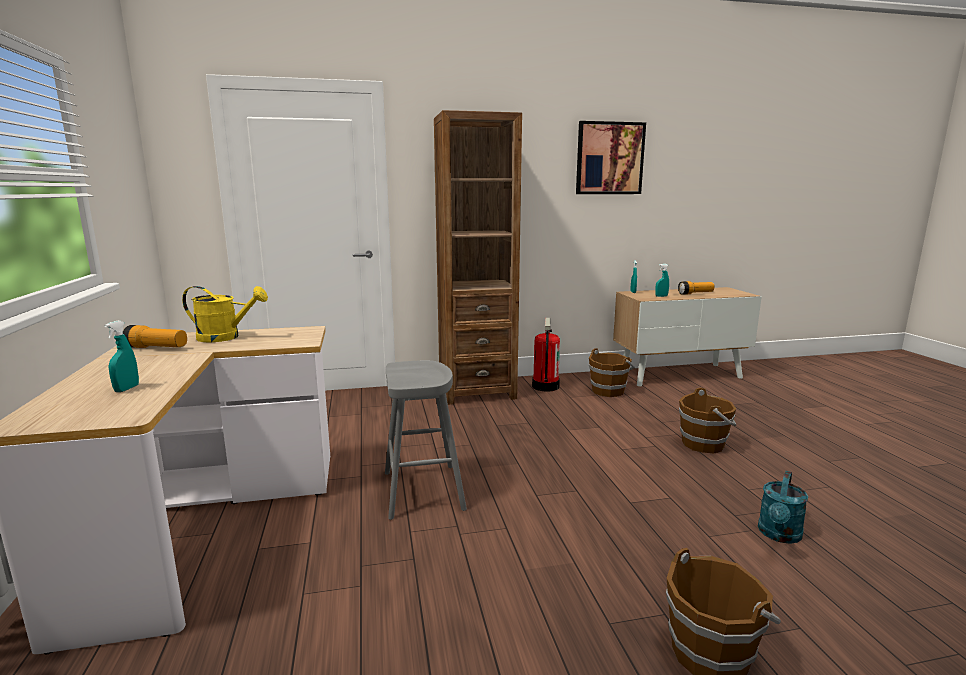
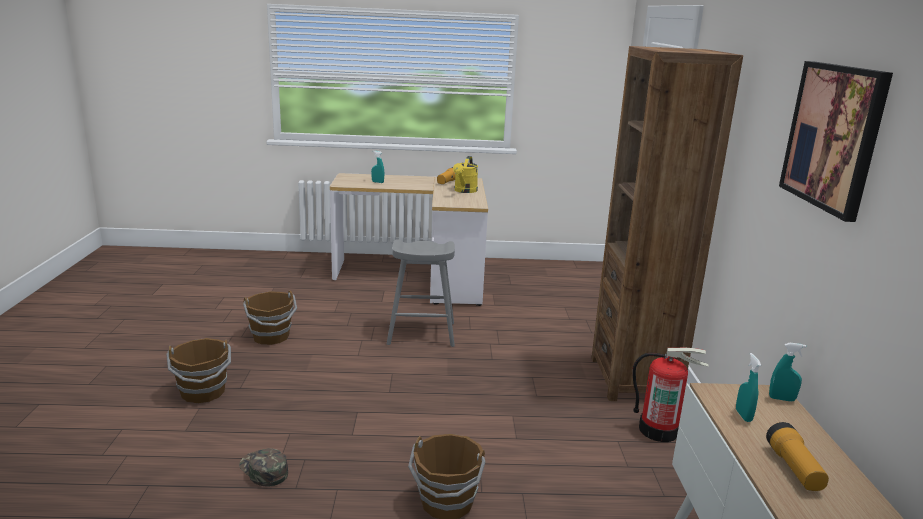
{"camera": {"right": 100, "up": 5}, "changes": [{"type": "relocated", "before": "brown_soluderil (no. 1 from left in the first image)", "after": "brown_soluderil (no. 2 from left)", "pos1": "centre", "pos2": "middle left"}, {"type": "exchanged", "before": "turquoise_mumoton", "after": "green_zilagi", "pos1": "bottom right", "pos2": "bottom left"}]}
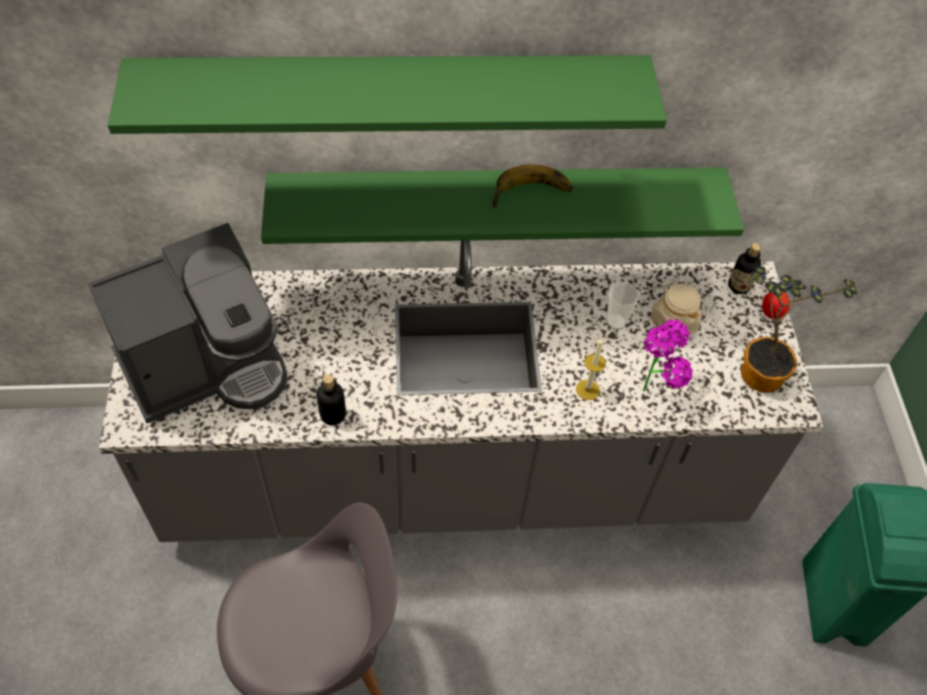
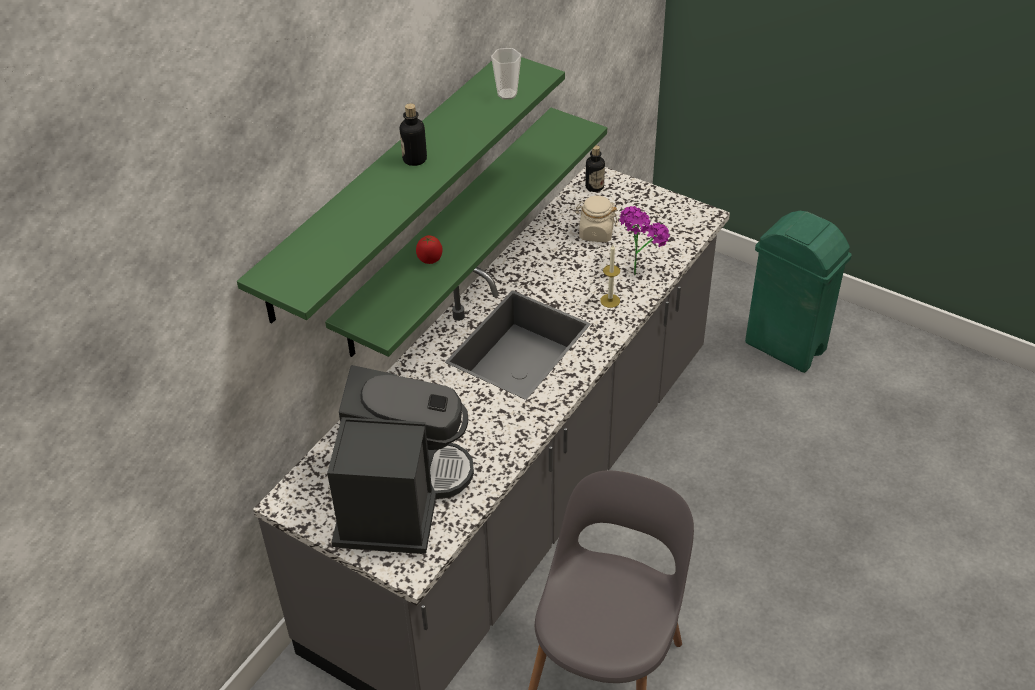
{"camera": {"right": -50, "up": -10}, "changes": [{"type": "missing", "before": "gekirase", "pos1": "top centre"}, {"type": "missing", "before": "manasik (no. 2 from left)", "pos1": "middle right"}, {"type": "relocated", "before": "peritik (no. 1 from left)", "pos1": "centre", "pos2": "top centre"}, {"type": "relocated", "before": "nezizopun", "pos1": "middle right", "pos2": "top centre"}, {"type": "relocated", "before": "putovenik", "pos1": "middle right", "pos2": "centre"}]}
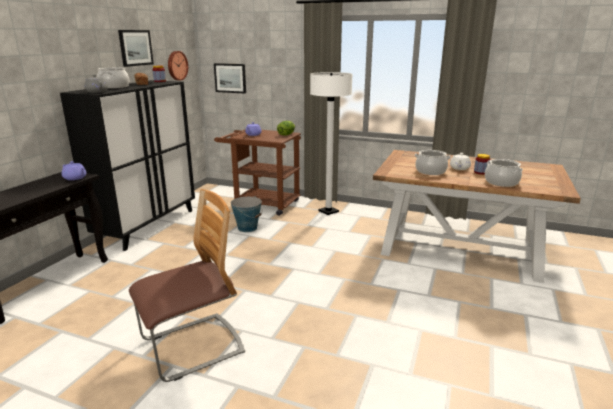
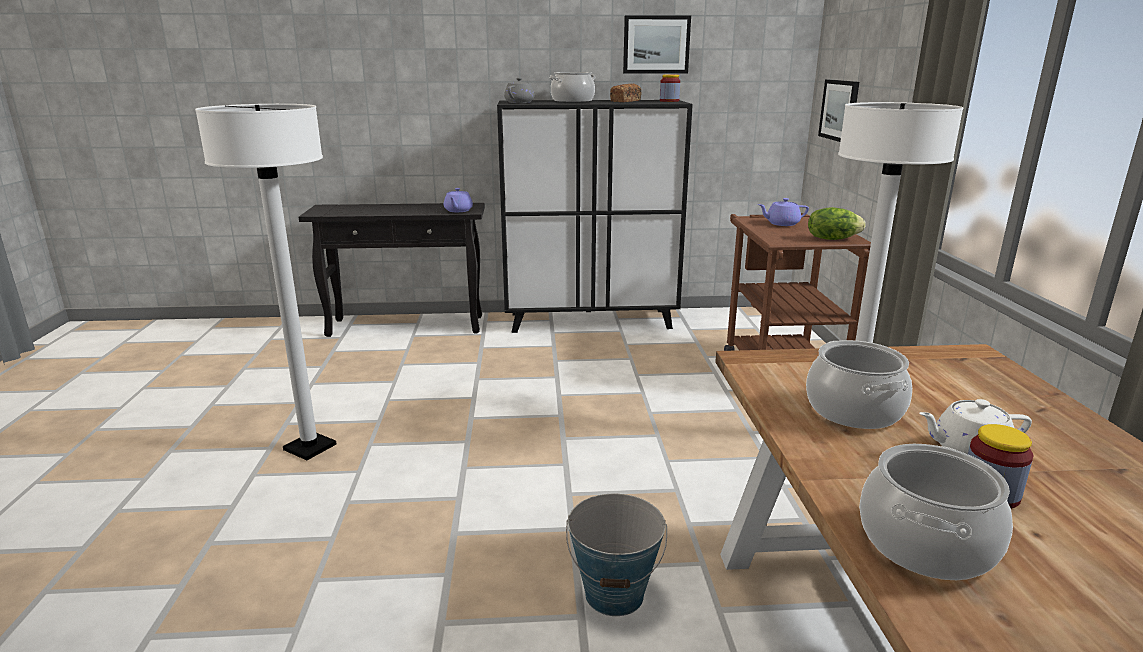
{"camera": {"right": 65, "up": 0}, "changes": [{"type": "missing", "before": "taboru", "pos1": "top left"}, {"type": "relocated", "before": "soluderil", "pos1": "centre", "pos2": "bottom centre"}, {"type": "exchanged", "before": "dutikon", "after": "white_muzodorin (no. 1 from left)", "pos1": "bottom left", "pos2": "middle left"}]}
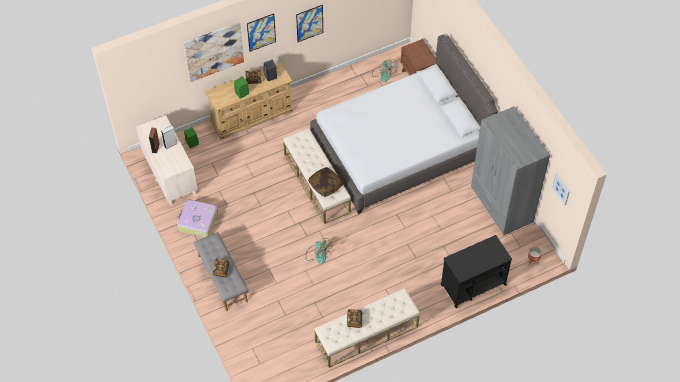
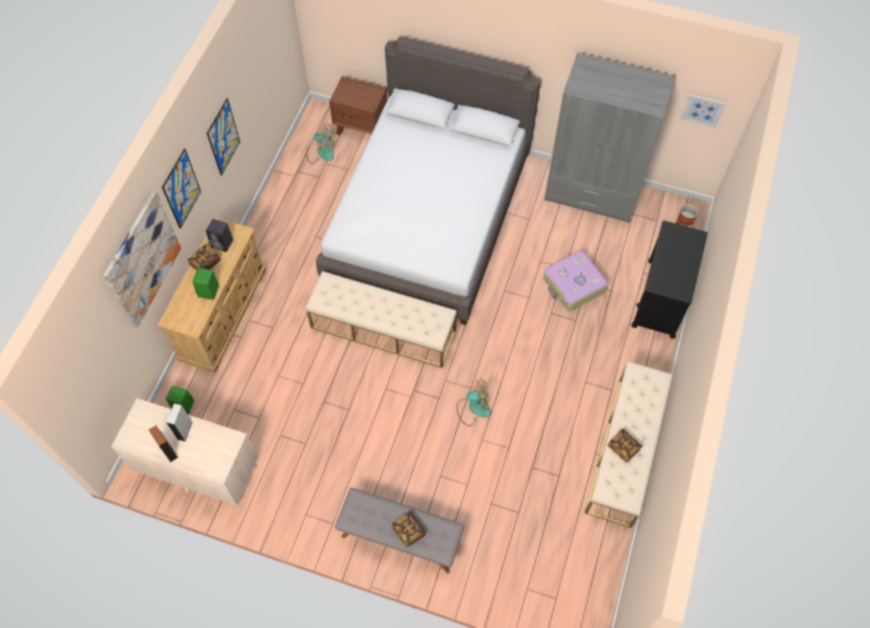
{"camera": {"right": -45, "up": 5}, "changes": [{"type": "missing", "before": "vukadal", "pos1": "centre"}, {"type": "relocated", "before": "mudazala", "pos1": "middle left", "pos2": "centre"}]}
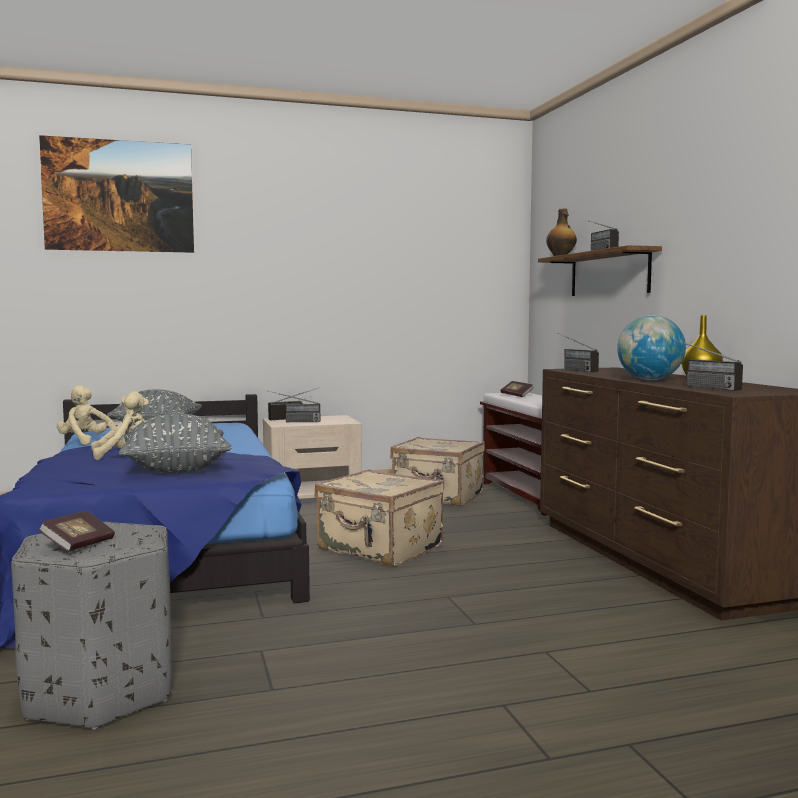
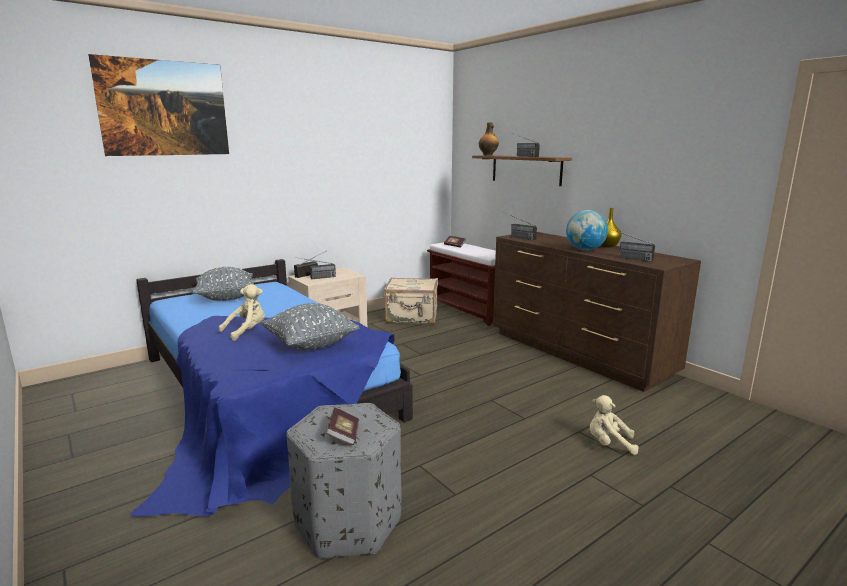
{"camera": {"right": -20, "up": 10}, "changes": [{"type": "missing", "before": "beige_mudazala (no. 1 from left)", "pos1": "centre"}, {"type": "relocated", "before": "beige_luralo (no. 1 from left in the first image)", "after": "beige_luralo (no. 2 from left)", "pos1": "middle left", "pos2": "bottom right"}]}
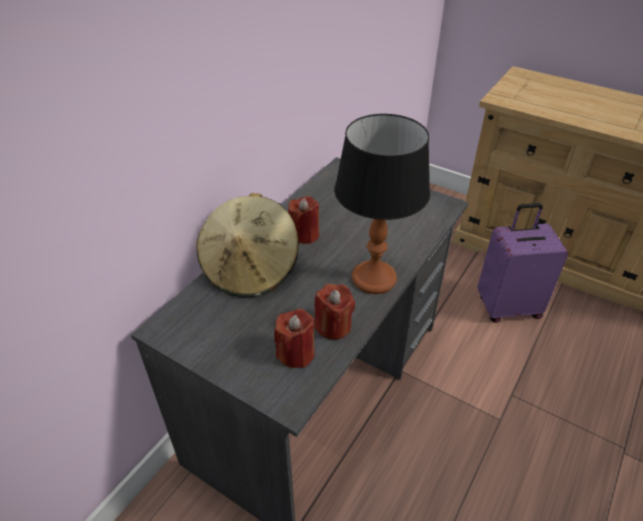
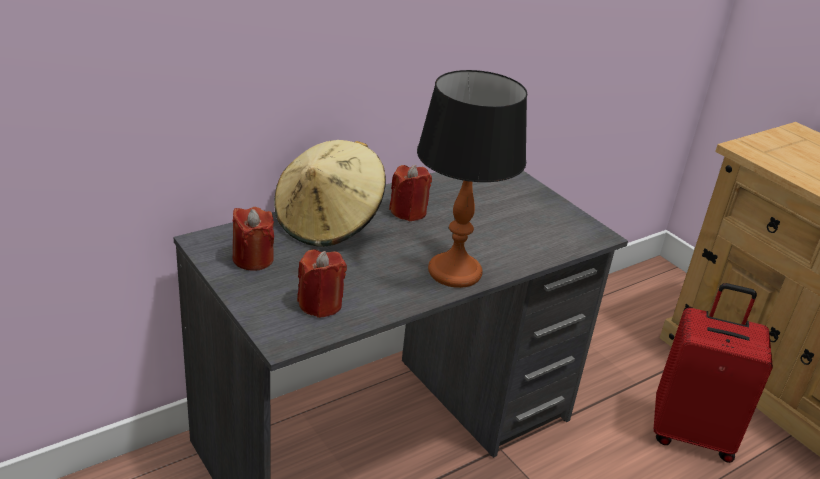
{"camera": {"right": 20, "up": -10}, "changes": [{"type": "relocated", "before": "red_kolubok (no. 3 from left in the first image)", "after": "red_kolubok (no. 1 from left)", "pos1": "centre", "pos2": "middle left"}, {"type": "colour", "before": "purple_mudazala", "after": "red_mudazala", "pos1": "middle right", "pos2": "bottom right"}]}
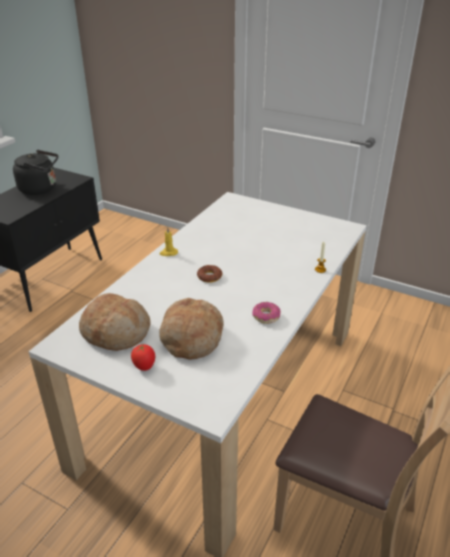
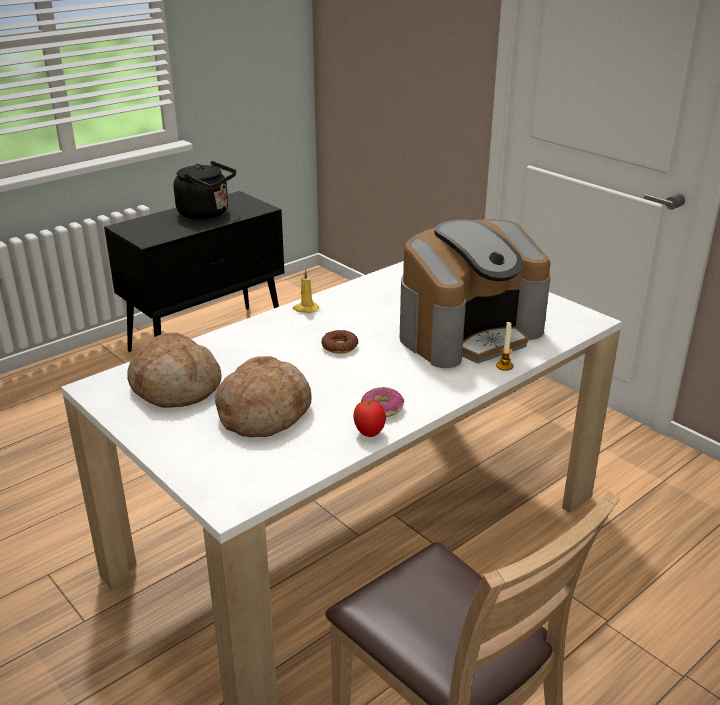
{"camera": {"right": 20, "up": -5}, "changes": [{"type": "appeared", "after": "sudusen", "pos2": "centre"}, {"type": "relocated", "before": "putovenik", "pos1": "middle left", "pos2": "centre"}]}
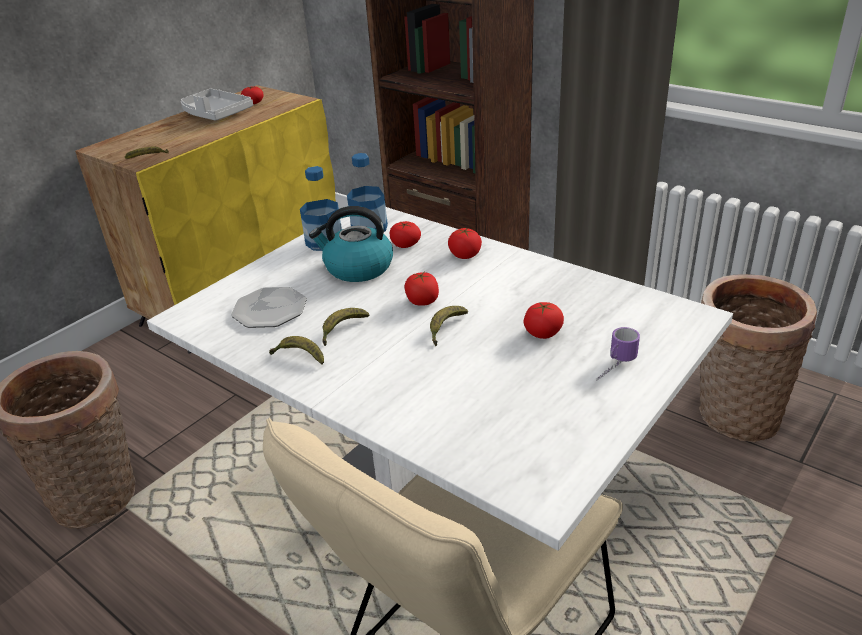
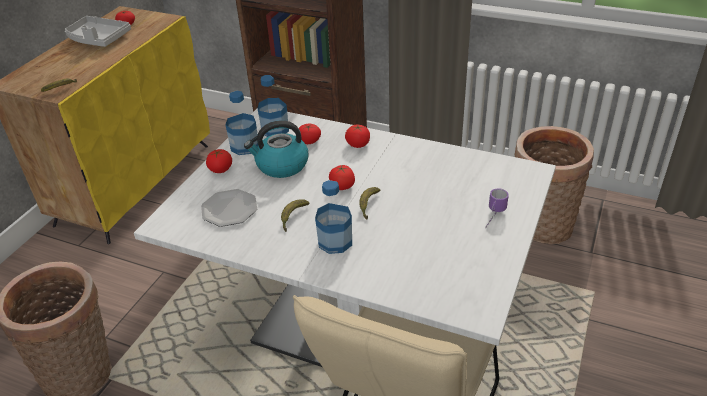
{"camera": {"right": -15, "up": 5}, "changes": [{"type": "missing", "before": "gekirase (no. 2 from left)", "pos1": "centre"}, {"type": "appeared", "after": "peritik (no. 3 from left)", "pos2": "centre"}, {"type": "relocated", "before": "putovenik (no. 5 from left in the first image)", "after": "putovenik (no. 2 from left)", "pos1": "centre", "pos2": "middle left"}]}
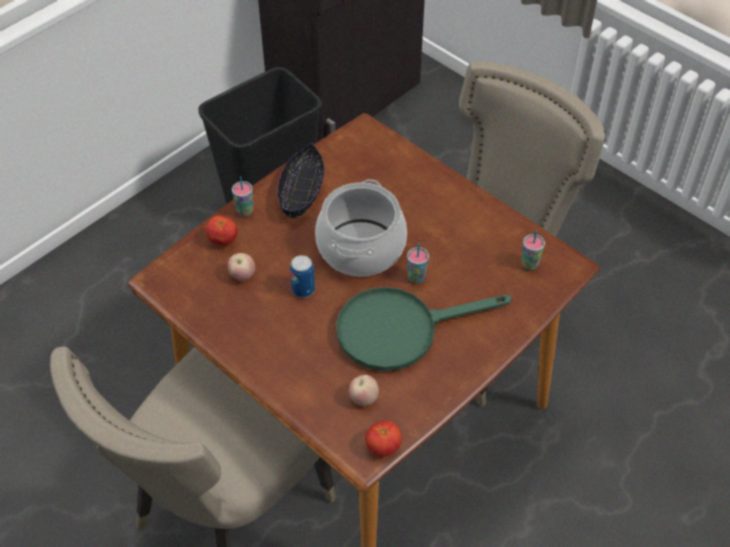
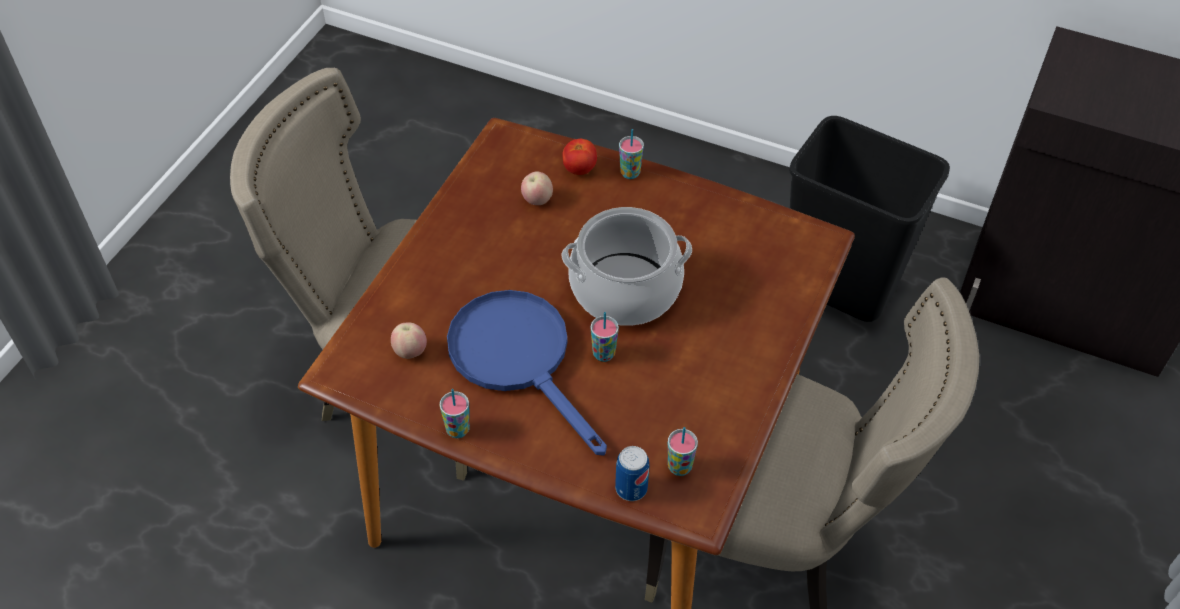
{"camera": {"right": 70, "up": 0}, "changes": [{"type": "missing", "before": "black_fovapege", "pos1": "top centre"}, {"type": "missing", "before": "putovenik (no. 2 from left)", "pos1": "bottom centre"}, {"type": "appeared", "after": "nezizopun (no. 1 from left)", "pos2": "bottom centre"}, {"type": "relocated", "before": "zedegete", "pos1": "centre", "pos2": "bottom centre"}, {"type": "colour", "before": "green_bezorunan", "after": "blue_bezorunan", "pos1": "centre", "pos2": "centre"}]}
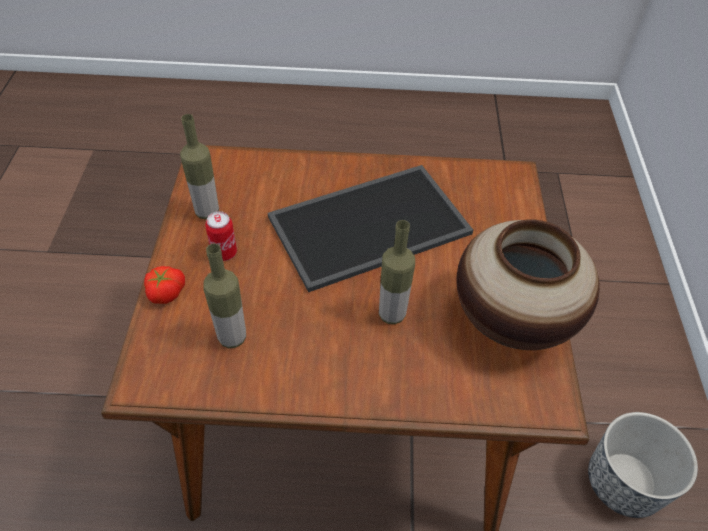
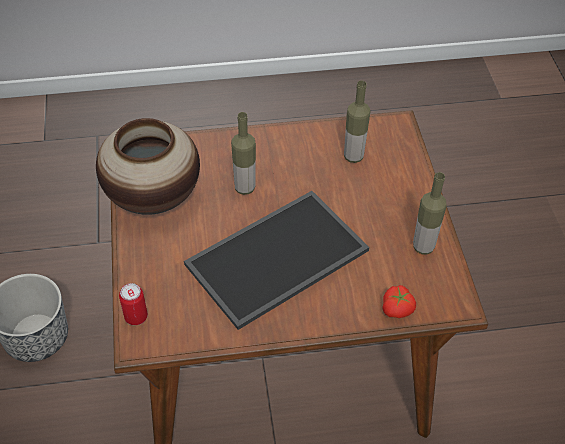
{"camera": {"right": 170, "up": 0}, "changes": [{"type": "relocated", "before": "putovenik", "pos1": "middle left", "pos2": "bottom right"}, {"type": "relocated", "before": "zedegete", "pos1": "middle left", "pos2": "bottom left"}]}
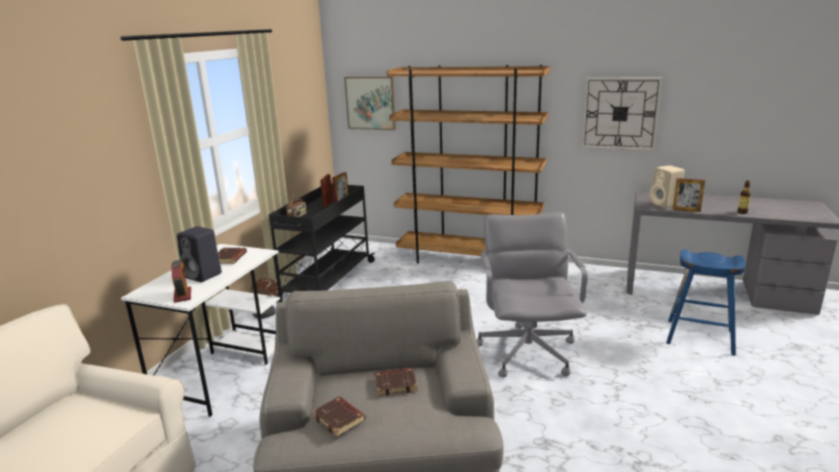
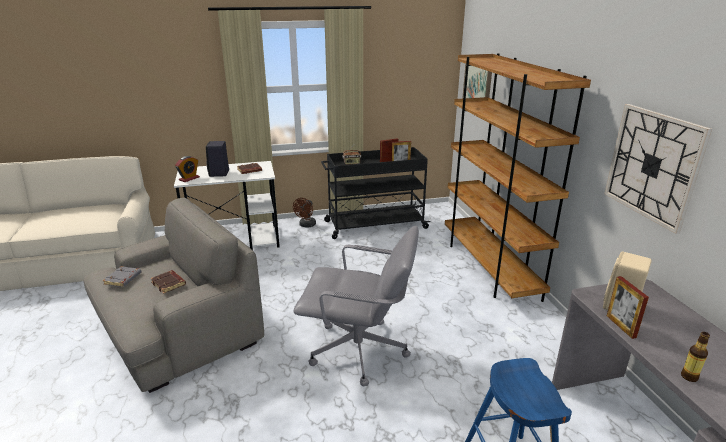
{"camera": {"right": 55, "up": 5}, "changes": [{"type": "colour", "before": "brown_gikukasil (no. 2 from left)", "after": "grey_gikukasil", "pos1": "bottom centre", "pos2": "middle left"}, {"type": "spun", "before": "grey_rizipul", "pos1": "centre", "pos2": "bottom centre", "turn": 45}]}
